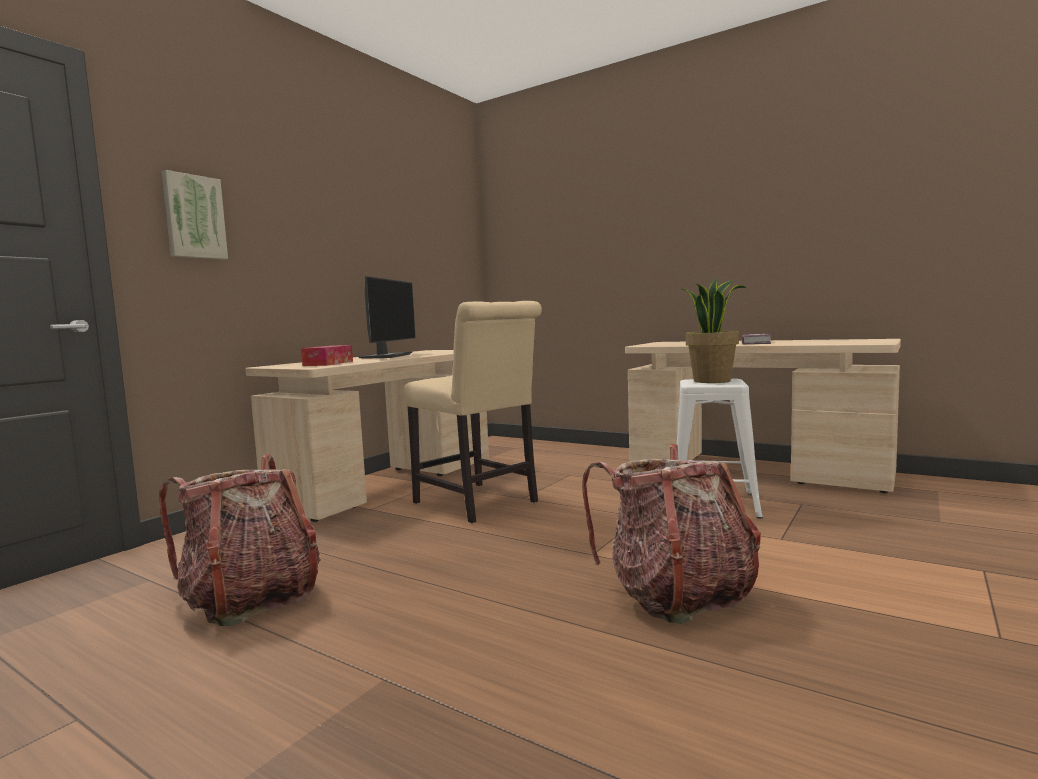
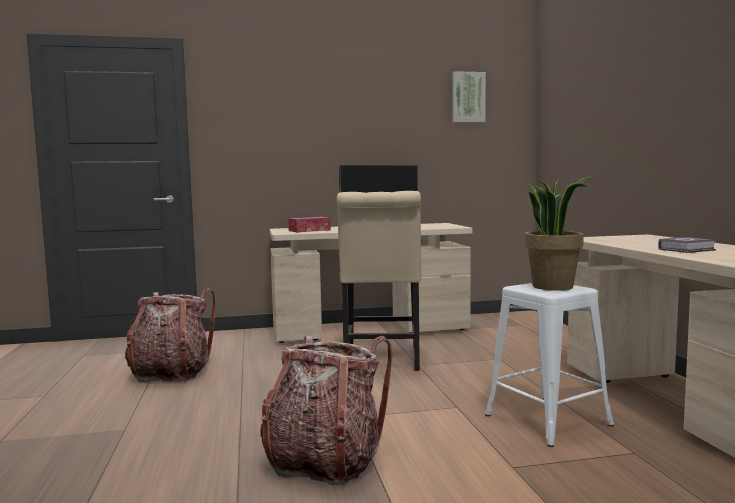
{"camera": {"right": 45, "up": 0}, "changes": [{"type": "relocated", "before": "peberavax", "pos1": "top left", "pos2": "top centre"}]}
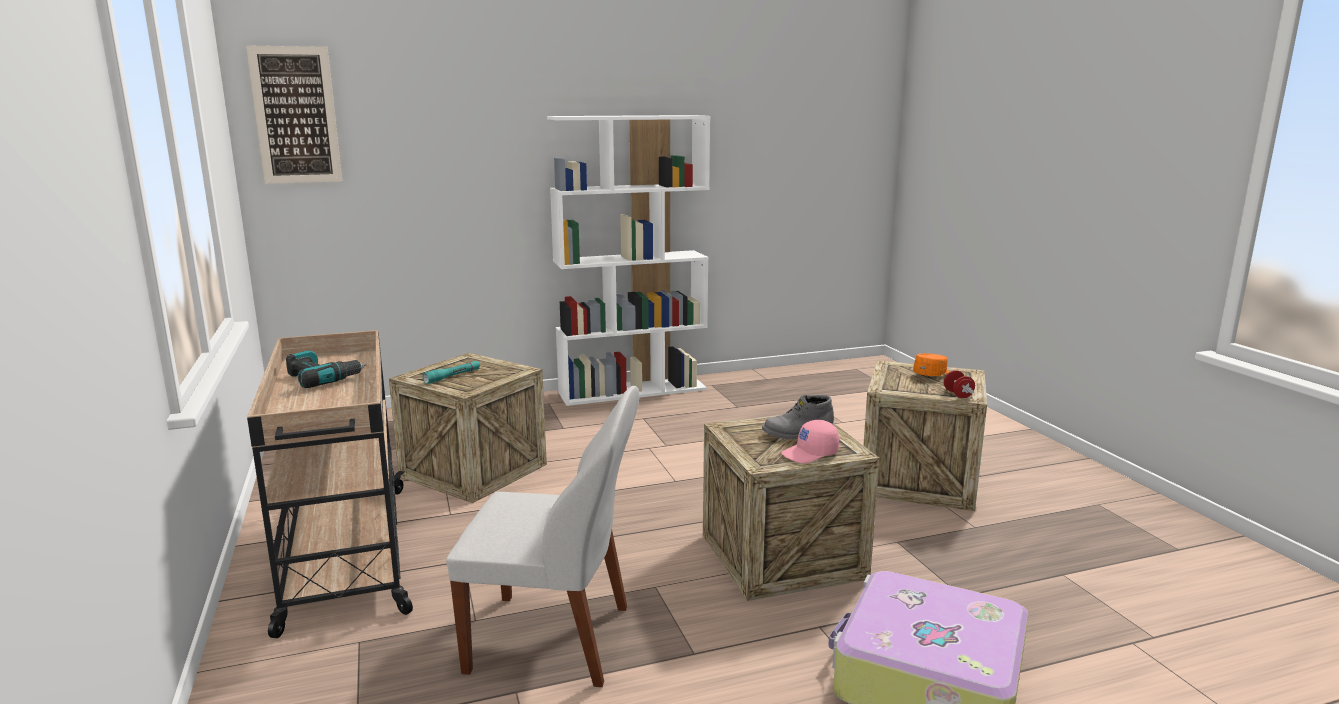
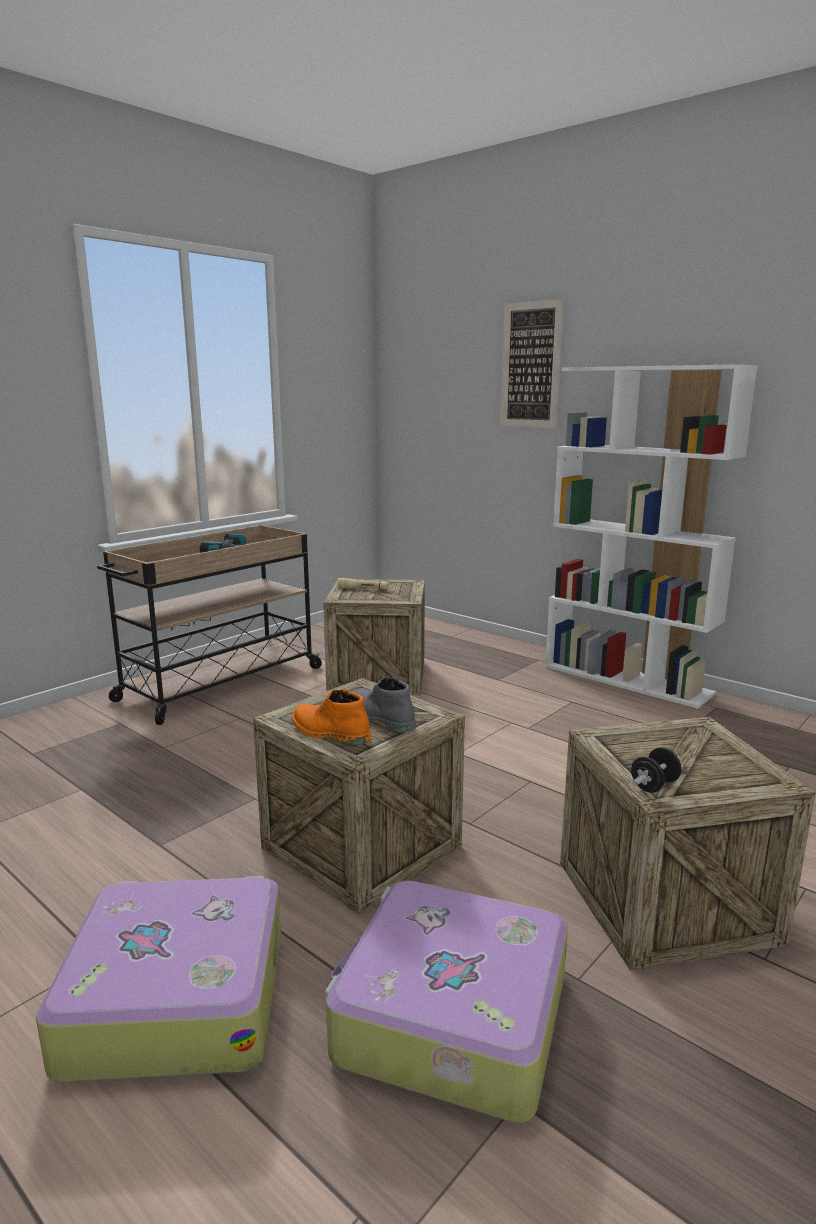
{"camera": {"right": 60, "up": 0}, "changes": [{"type": "missing", "before": "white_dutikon", "pos1": "bottom centre"}, {"type": "missing", "before": "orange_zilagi", "pos1": "middle right"}, {"type": "appeared", "after": "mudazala (no. 2 from left)", "pos2": "bottom centre"}, {"type": "relocated", "before": "peberavax", "pos1": "top left", "pos2": "top centre"}, {"type": "exchanged", "before": "pink_zilagi", "after": "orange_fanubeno", "pos1": "centre", "pos2": "centre"}, {"type": "colour", "before": "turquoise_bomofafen", "after": "beige_bomofafen", "pos1": "centre", "pos2": "centre"}, {"type": "colour", "before": "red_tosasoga", "after": "black_tosasoga", "pos1": "middle right", "pos2": "middle right"}]}
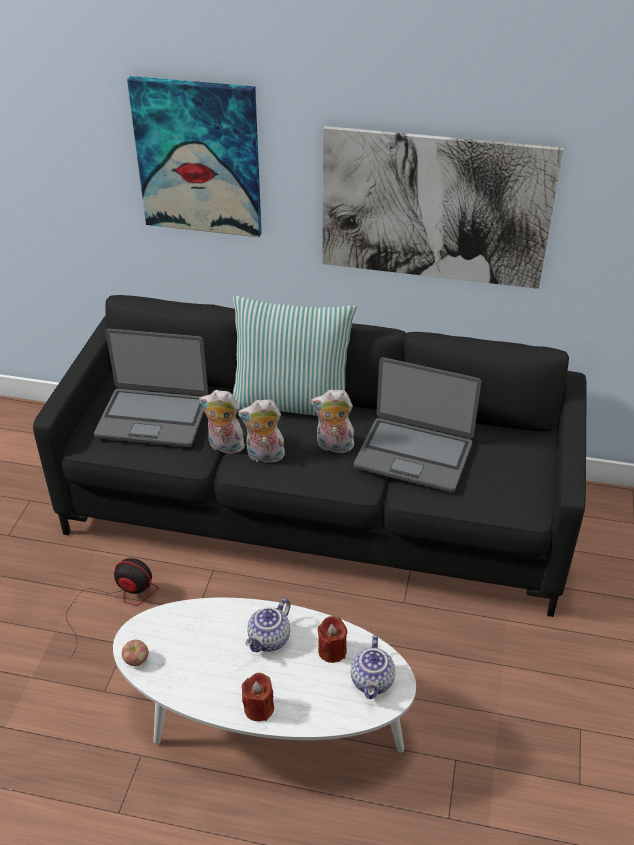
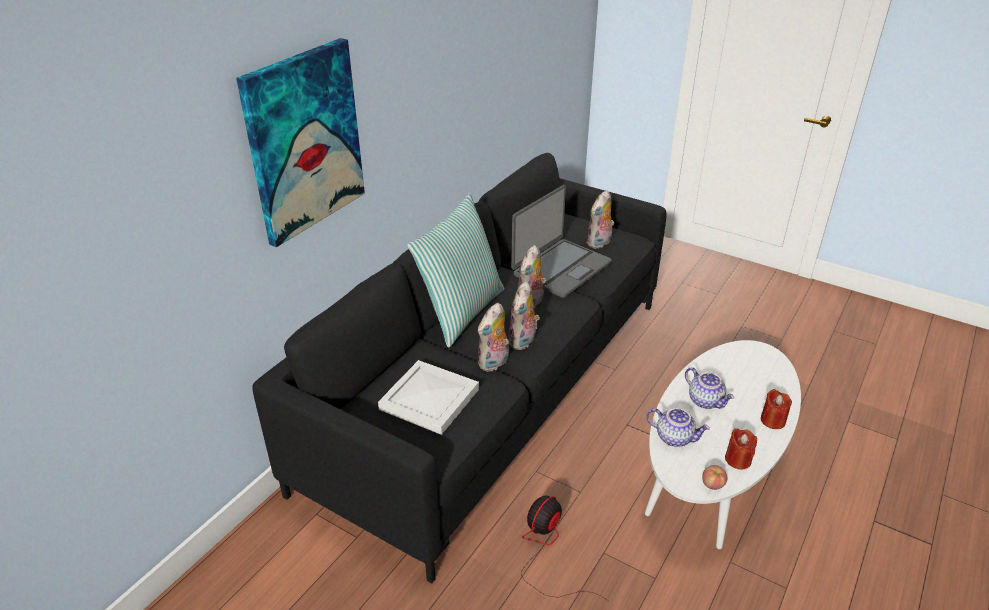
{"camera": {"right": -70, "up": -5}, "changes": [{"type": "missing", "before": "peberavax (no. 2 from left)", "pos1": "top right"}, {"type": "appeared", "after": "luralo (no. 4 from left)", "pos2": "centre"}, {"type": "relocated", "before": "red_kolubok (no. 2 from left in the first image)", "after": "red_kolubok (no. 1 from left)", "pos1": "bottom centre", "pos2": "bottom right"}, {"type": "relocated", "before": "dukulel (no. 2 from left in the first image)", "after": "dukulel (no. 1 from left)", "pos1": "bottom centre", "pos2": "bottom right"}, {"type": "exchanged", "before": "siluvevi (no. 1 from left)", "after": "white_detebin", "pos1": "middle left", "pos2": "centre"}]}
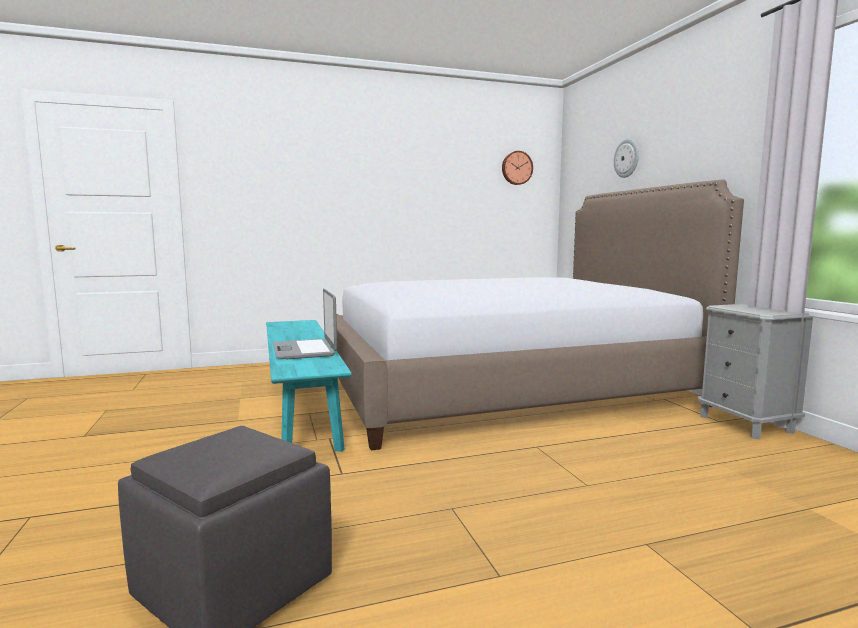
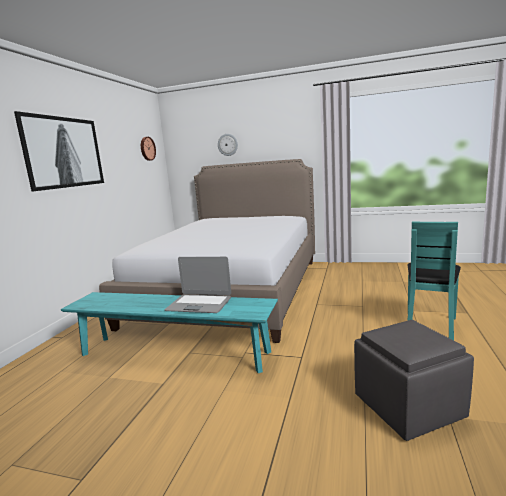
{"camera": {"right": -55, "up": 5}, "changes": [{"type": "missing", "before": "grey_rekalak", "pos1": "middle right"}, {"type": "appeared", "after": "peberavax", "pos2": "top left"}, {"type": "appeared", "after": "turquoise_dutikon", "pos2": "middle right"}]}
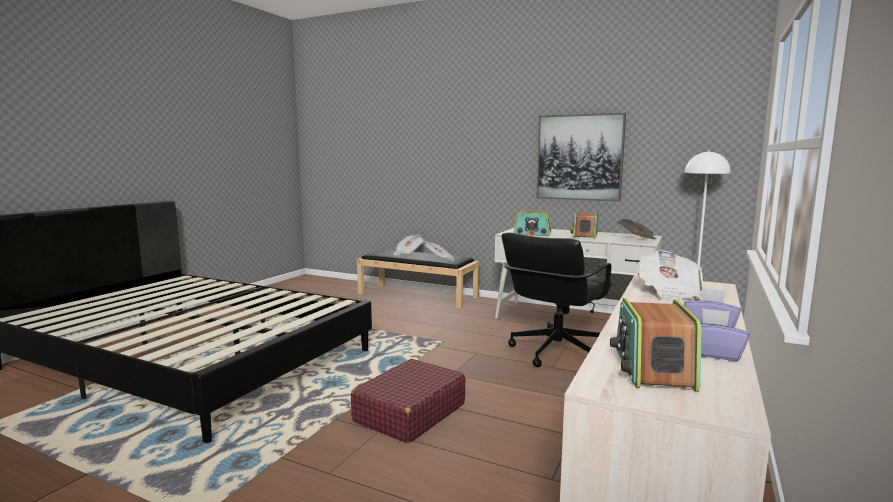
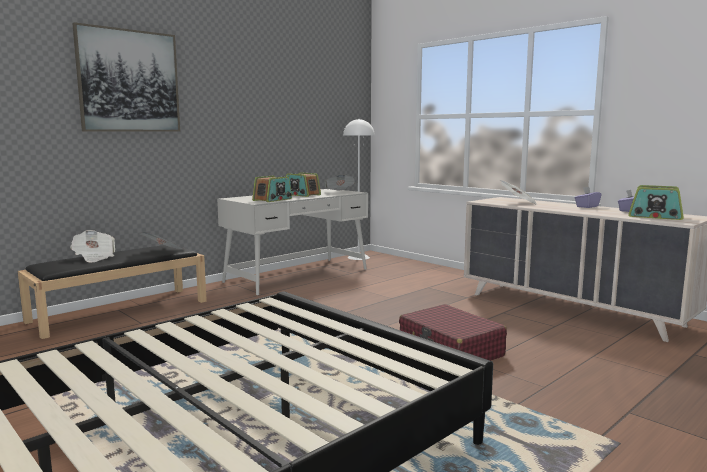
{"camera": {"right": -70, "up": 0}, "changes": [{"type": "missing", "before": "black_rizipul", "pos1": "centre"}, {"type": "relocated", "before": "peberavax", "pos1": "top centre", "pos2": "top left"}]}
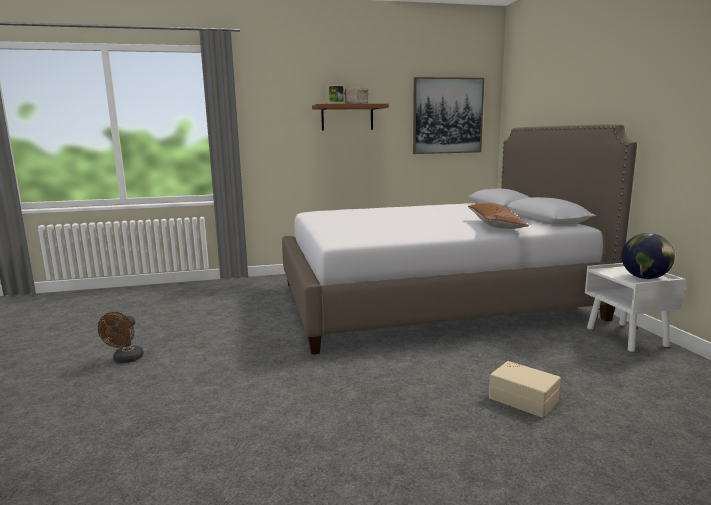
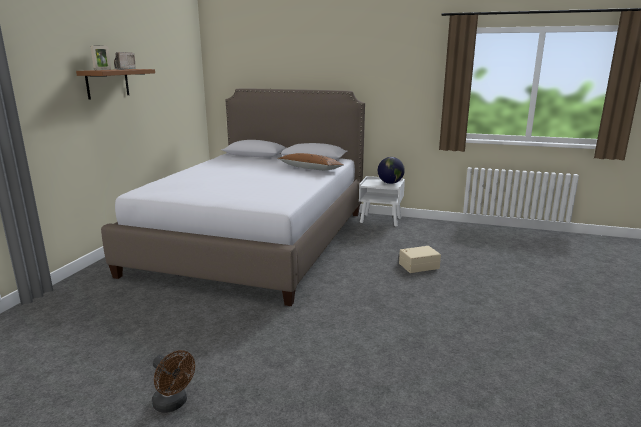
{"camera": {"right": -60, "up": 5}, "changes": [{"type": "missing", "before": "peberavax", "pos1": "top centre"}]}
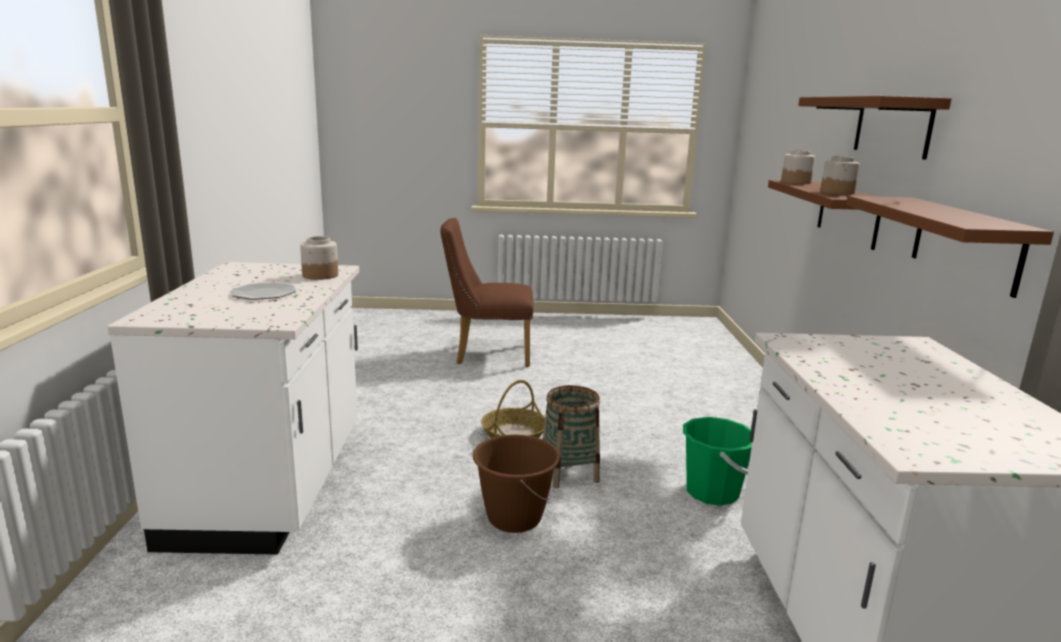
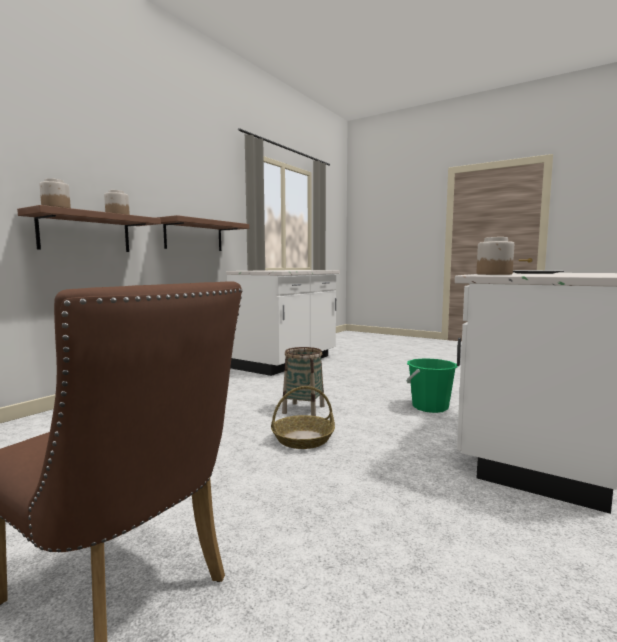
{"camera": {"right": -145, "up": -10}, "changes": [{"type": "missing", "before": "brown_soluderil", "pos1": "bottom centre"}, {"type": "missing", "before": "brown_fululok (no. 2 from left)", "pos1": "top right"}, {"type": "relocated", "before": "green_soluderil", "pos1": "bottom right", "pos2": "middle right"}]}
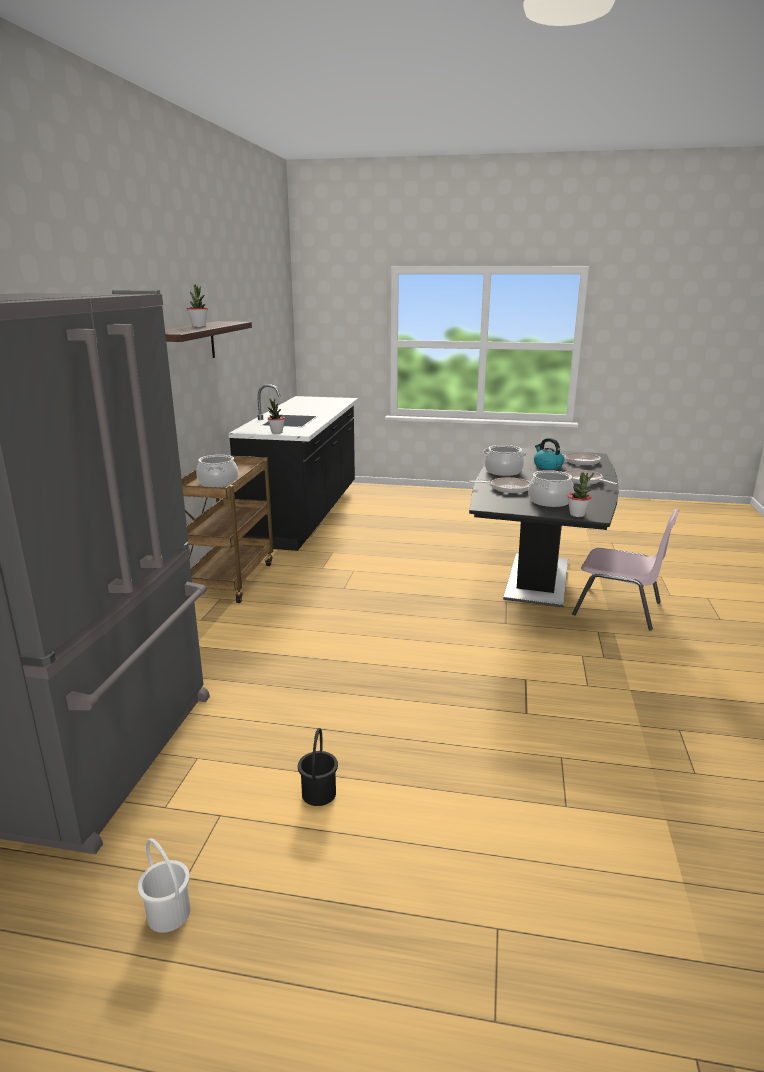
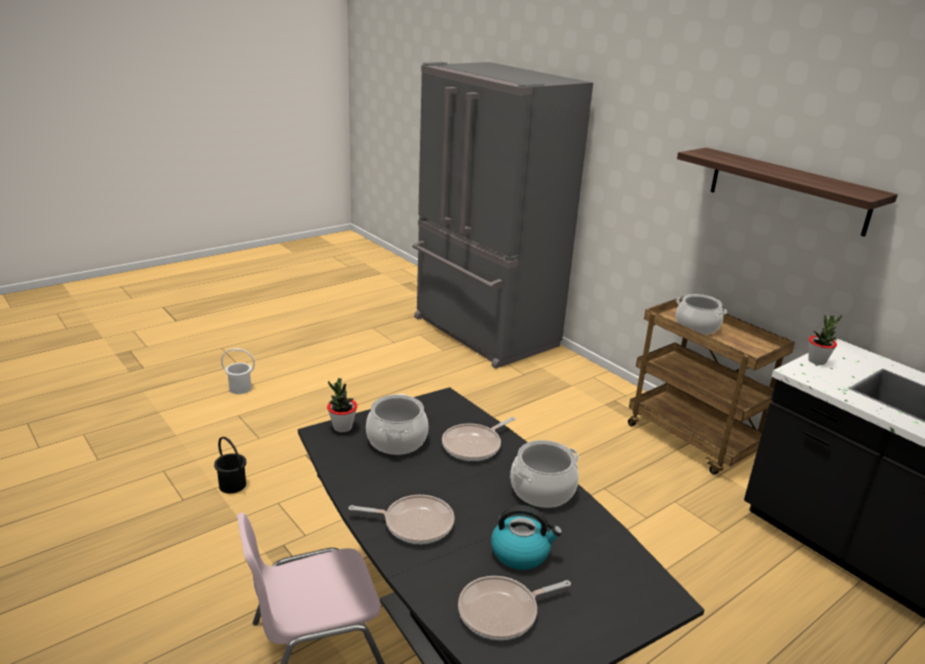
{"camera": {"right": 130, "up": 5}, "changes": [{"type": "missing", "before": "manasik (no. 1 from left)", "pos1": "top left"}, {"type": "relocated", "before": "white_soluderil", "pos1": "bottom left", "pos2": "middle left"}, {"type": "relocated", "before": "black_soluderil", "pos1": "bottom centre", "pos2": "bottom left"}]}
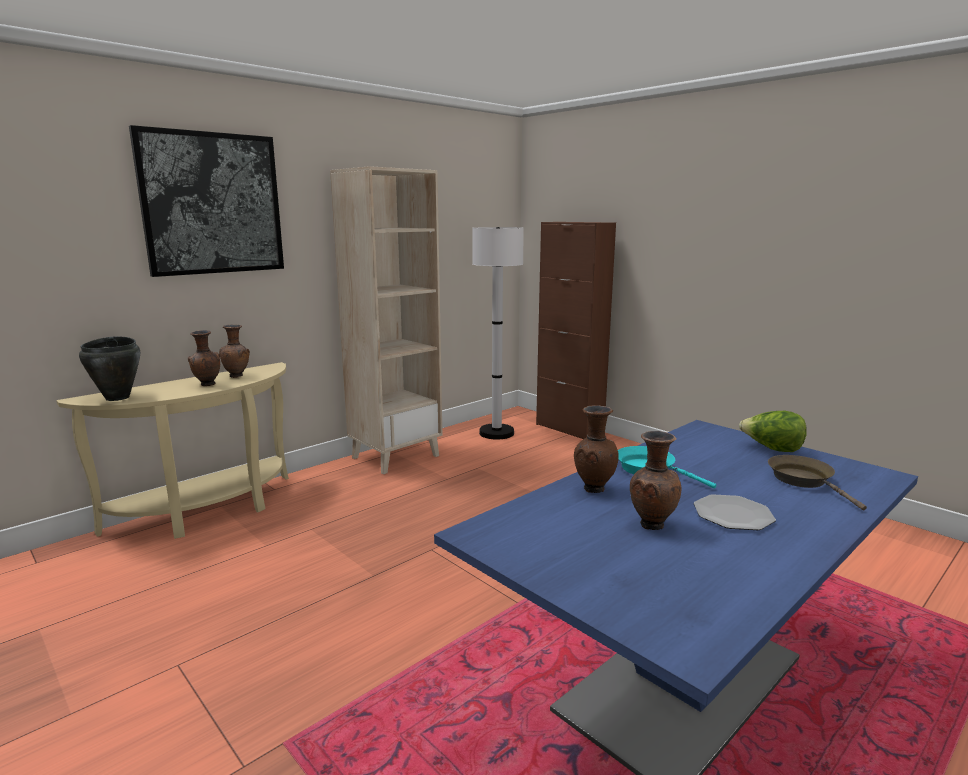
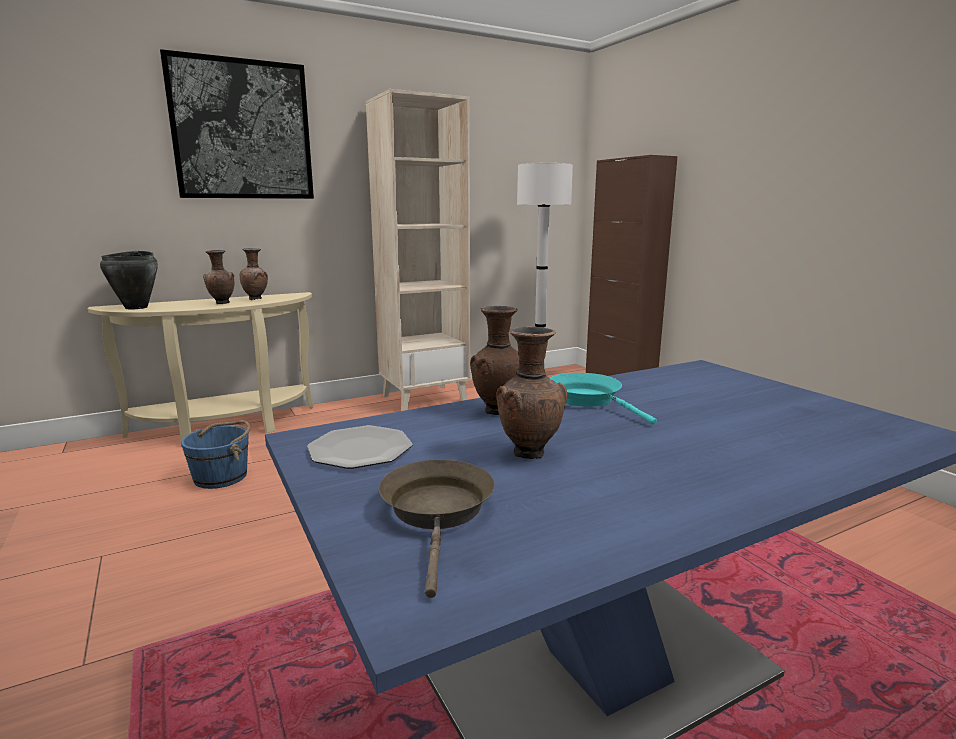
{"camera": {"right": 15, "up": 0}, "changes": [{"type": "missing", "before": "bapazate", "pos1": "middle right"}, {"type": "appeared", "after": "blue_soluderil", "pos2": "middle left"}, {"type": "relocated", "before": "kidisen", "pos1": "middle right", "pos2": "centre"}, {"type": "relocated", "before": "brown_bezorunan", "pos1": "middle right", "pos2": "bottom centre"}]}
